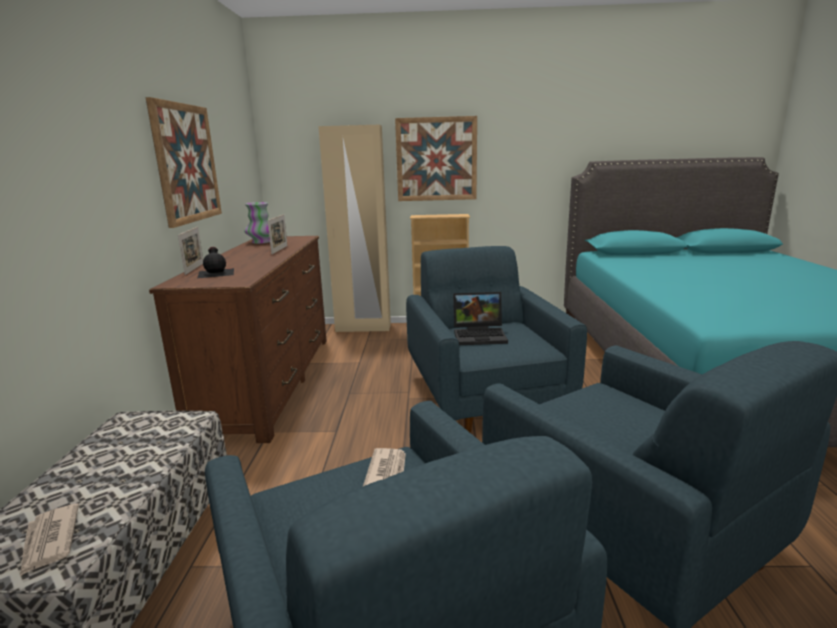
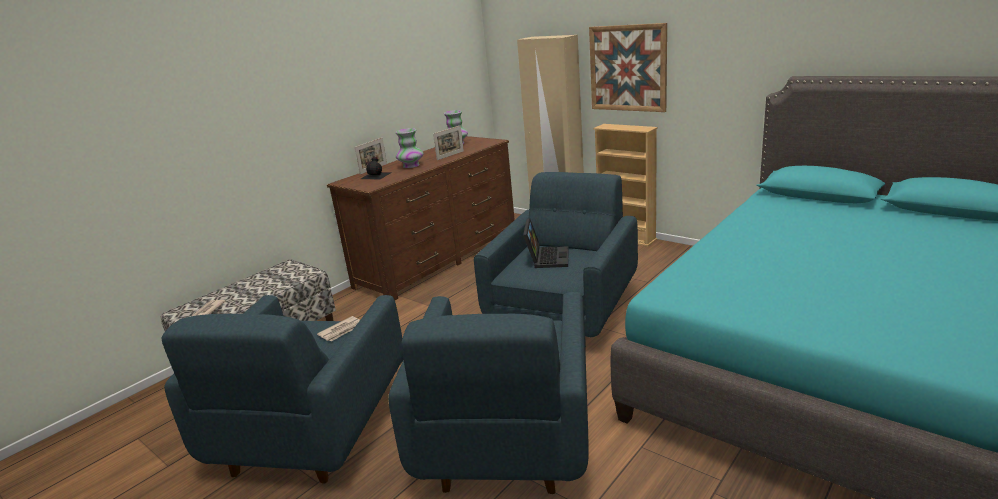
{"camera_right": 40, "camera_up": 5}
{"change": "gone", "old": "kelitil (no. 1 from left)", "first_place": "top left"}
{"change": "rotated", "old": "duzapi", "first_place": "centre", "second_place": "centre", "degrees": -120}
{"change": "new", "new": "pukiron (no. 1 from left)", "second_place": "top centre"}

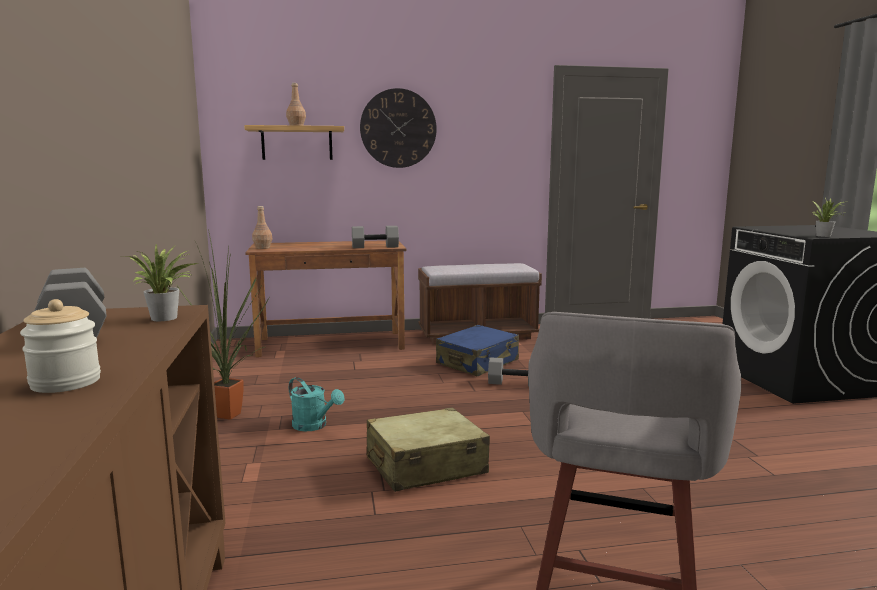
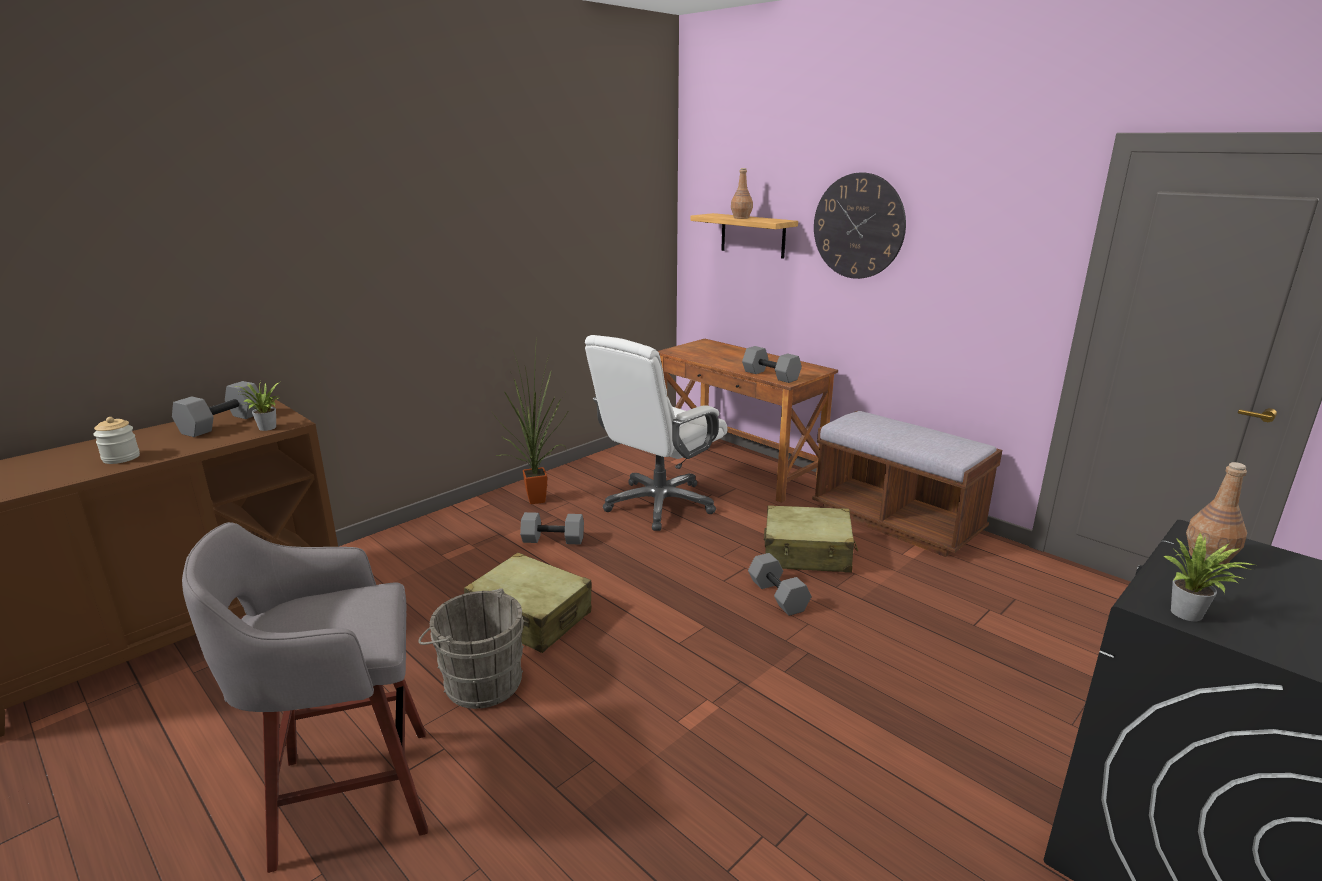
{"camera_right": 55, "camera_up": 10}
{"change": "shifted", "old": "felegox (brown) (no. 1 from left in the first image)", "new": "felegox (brown) (no. 2 from left)", "first_place": "middle left", "second_place": "middle right"}
{"change": "repainted", "old": "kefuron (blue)", "new": "kefuron (beige) (no. 2 from left)", "first_place": "centre", "second_place": "centre"}
{"change": "swapped", "old": "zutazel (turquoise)", "new": "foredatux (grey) (no. 2 from left)", "first_place": "bottom centre", "second_place": "centre"}
{"change": "new", "new": "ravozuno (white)", "second_place": "centre"}
{"change": "new", "new": "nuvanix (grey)", "second_place": "bottom centre"}

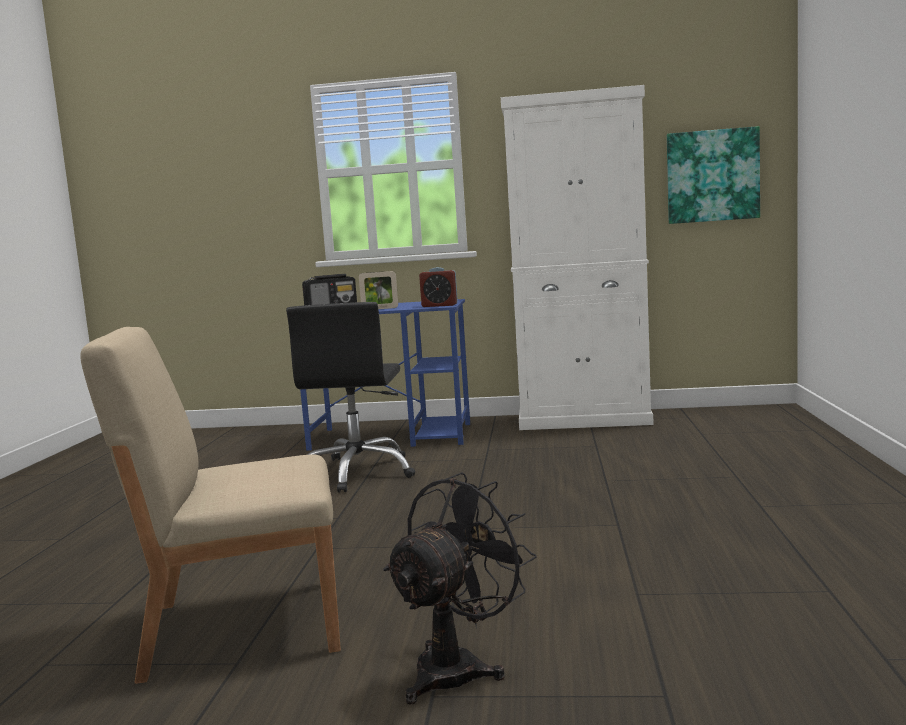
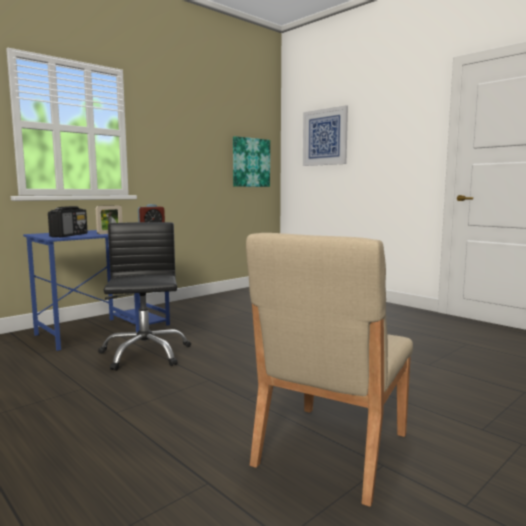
{"camera_right": -50, "camera_up": 0}
{"change": "gone", "old": "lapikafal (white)", "first_place": "centre"}
{"change": "rotated", "old": "ravozuno (black)", "first_place": "centre", "second_place": "middle left", "degrees": -150}
{"change": "gone", "old": "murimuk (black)", "first_place": "bottom centre"}
{"change": "new", "new": "kelitil (no. 2 from left)", "second_place": "top centre"}

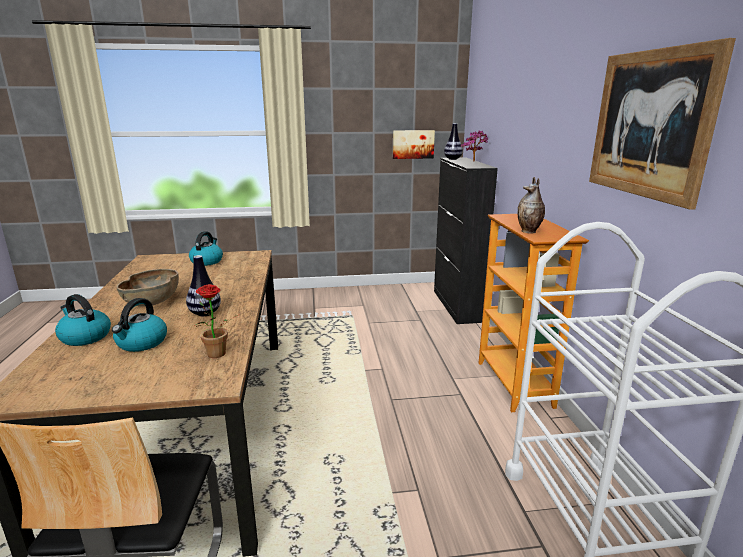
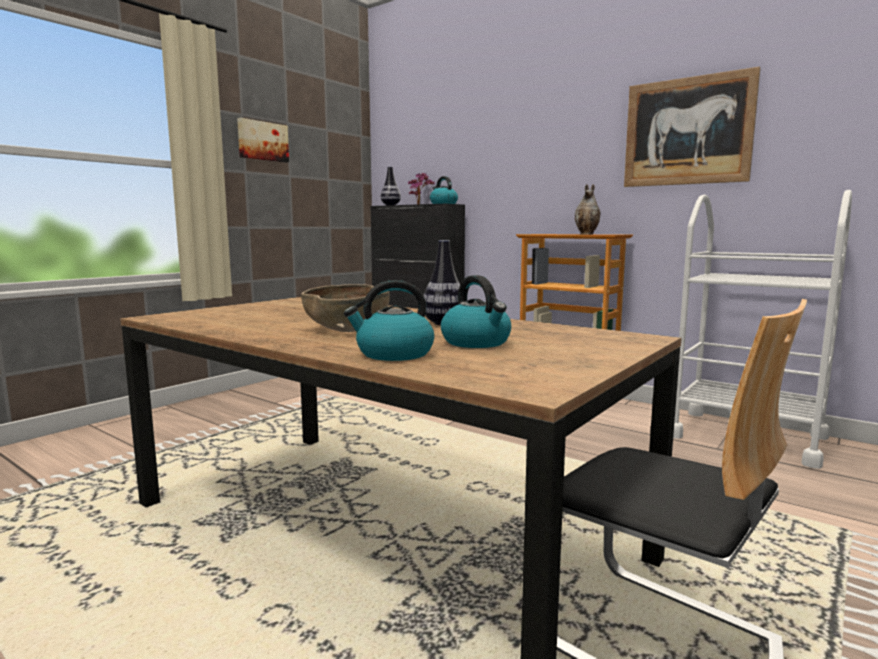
{"camera_right": -45, "camera_up": -10}
{"change": "shifted", "old": "kelitil (no. 1 from left)", "first_place": "top centre", "second_place": "top left"}
{"change": "shifted", "old": "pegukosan (no. 3 from left in the first image)", "new": "pegukosan (no. 2 from left)", "first_place": "middle left", "second_place": "top centre"}
{"change": "gone", "old": "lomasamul (no. 1 from left)", "first_place": "middle left"}

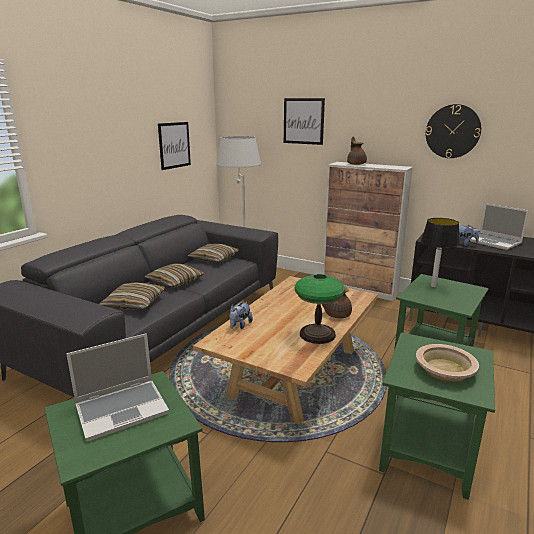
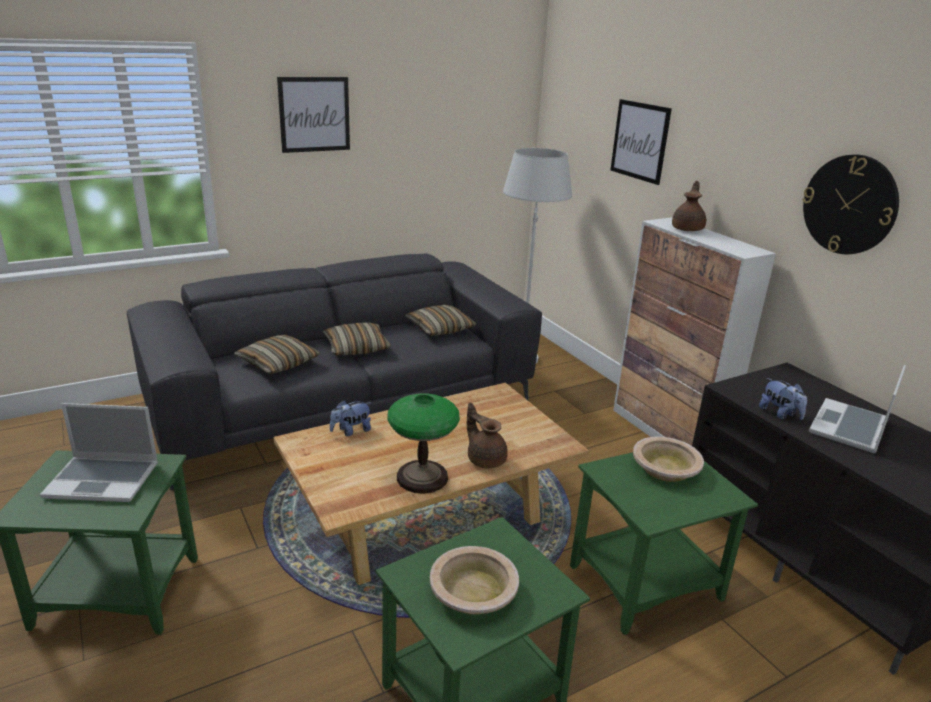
{"camera_right": 30, "camera_up": 5}
{"change": "shifted", "old": "kelitil (no. 1 from left)", "first_place": "top left", "second_place": "top centre"}
{"change": "rotated", "old": "duzapi (no. 2 from left)", "first_place": "middle right", "second_place": "middle right", "degrees": 45}
{"change": "swapped", "old": "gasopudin (no. 2 from left)", "new": "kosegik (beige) (no. 2 from left)", "first_place": "middle right", "second_place": "middle right"}

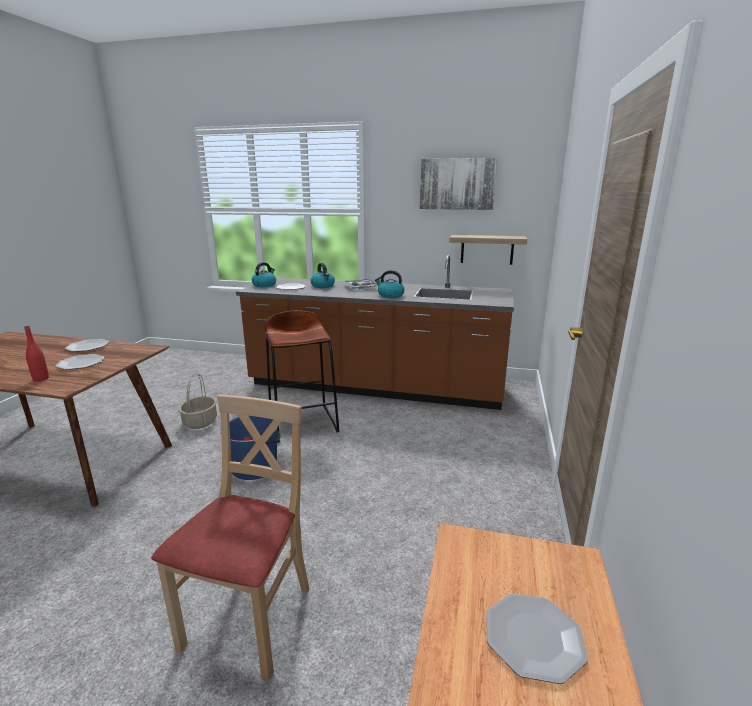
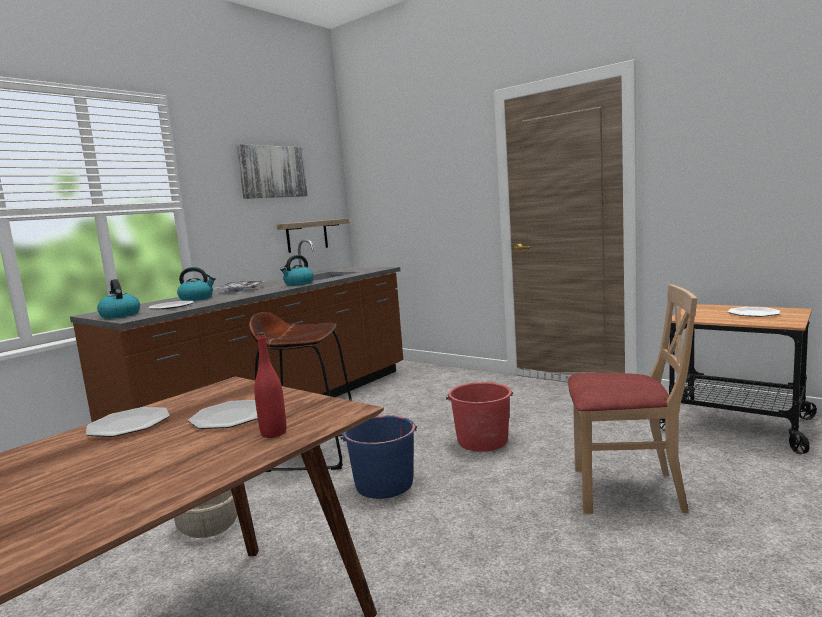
{"camera_right": -65, "camera_up": -10}
{"change": "rotated", "old": "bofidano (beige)", "first_place": "bottom left", "second_place": "middle right", "degrees": 150}
{"change": "new", "new": "nuvanix (red)", "second_place": "bottom centre"}

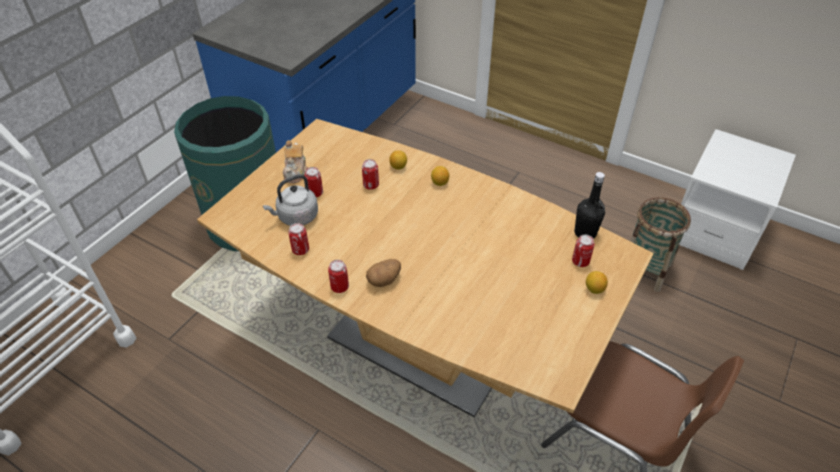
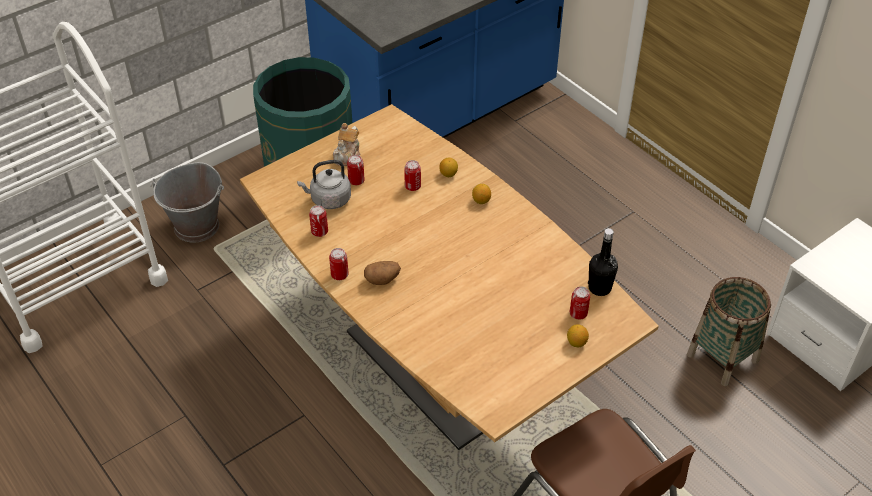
{"camera_right": 20, "camera_up": 0}
{"change": "new", "new": "nuvanix (grey)", "second_place": "middle left"}

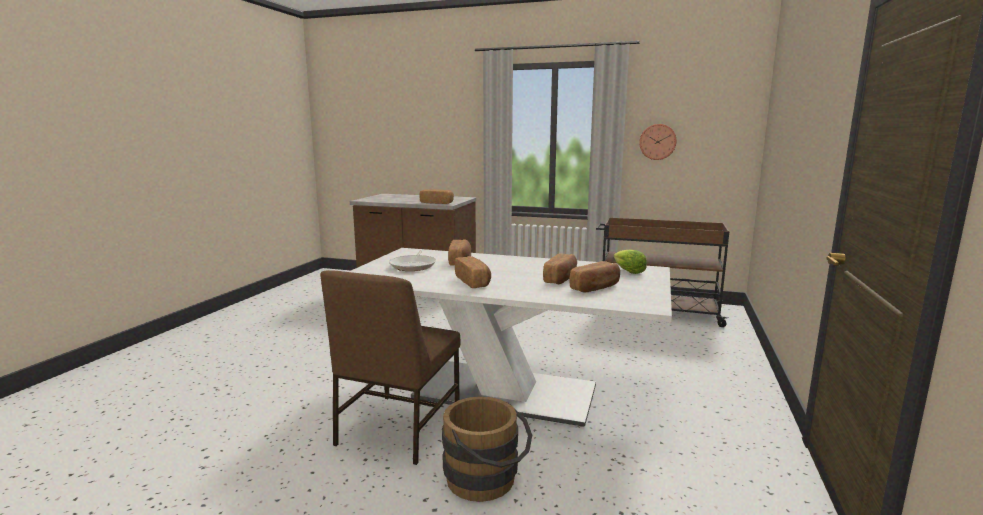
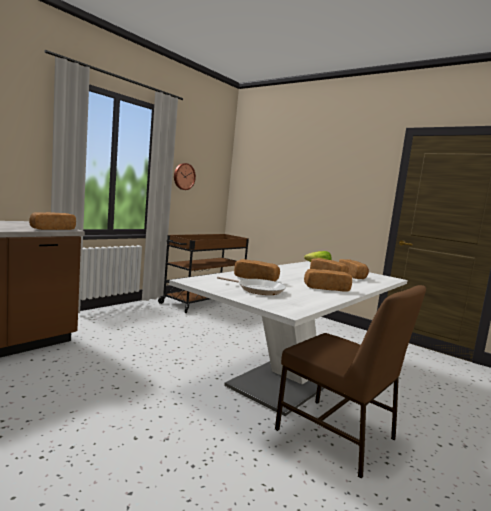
{"camera_right": -70, "camera_up": -5}
{"change": "gone", "old": "nuvanix (brown)", "first_place": "bottom centre"}

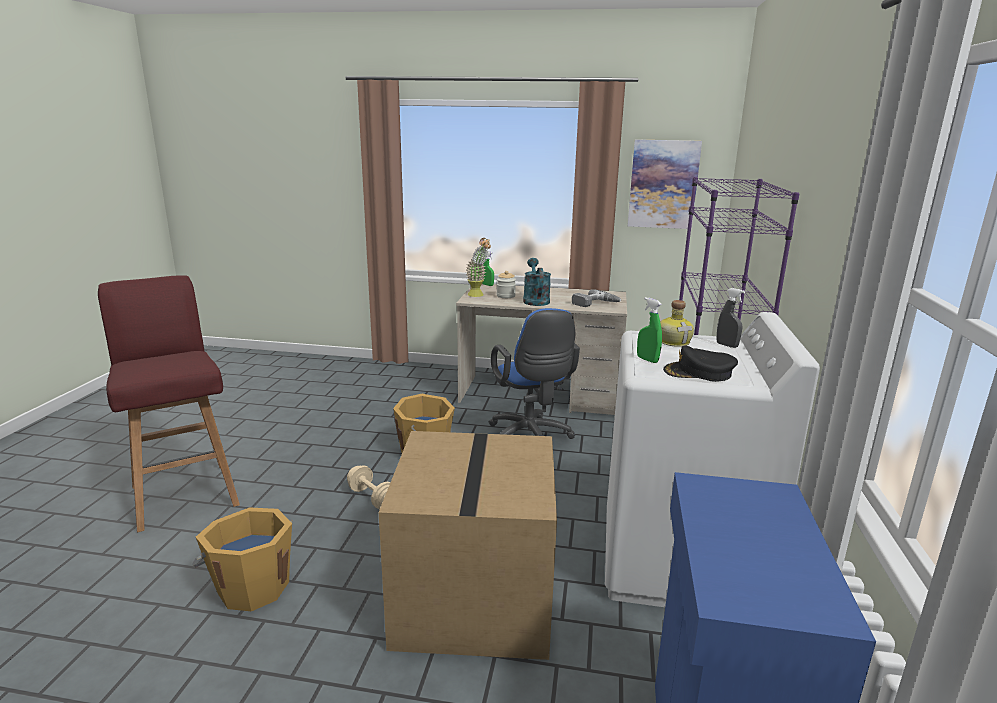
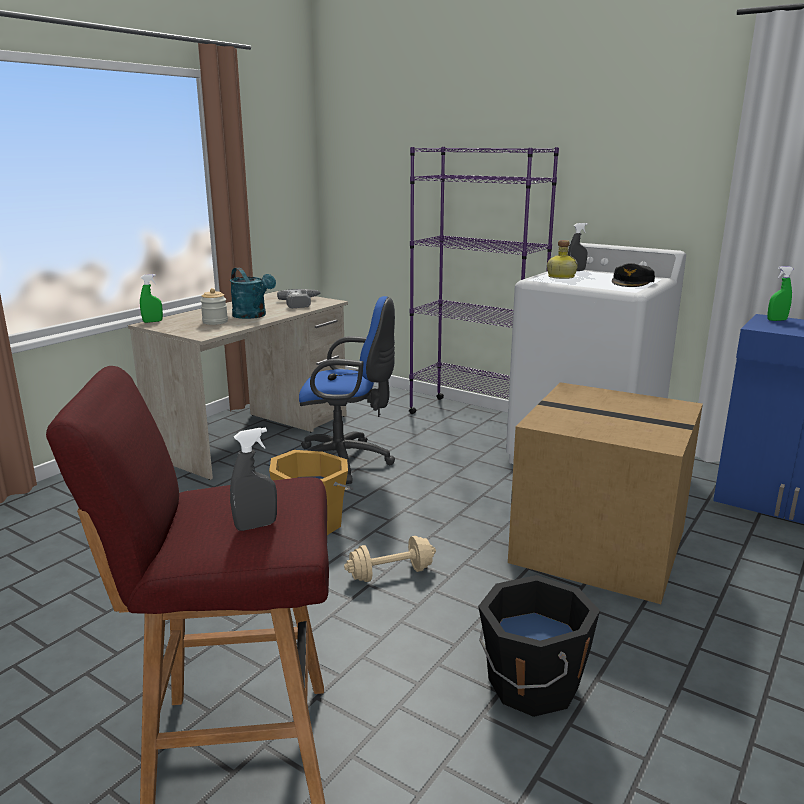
{"camera_right": -65, "camera_up": 0}
{"change": "gone", "old": "kelitil", "first_place": "top centre"}
{"change": "gone", "old": "lomasamul", "first_place": "centre"}
{"change": "rotated", "old": "zutazel (turquoise)", "first_place": "centre", "second_place": "middle left", "degrees": -150}
{"change": "shifted", "old": "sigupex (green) (no. 2 from left)", "first_place": "centre", "second_place": "middle right"}
{"change": "repainted", "old": "nuvanix (orange) (no. 1 from left)", "new": "nuvanix (black)", "first_place": "bottom left", "second_place": "bottom right"}
{"change": "new", "new": "sigupex (grey) (no. 1 from left)", "second_place": "middle left"}

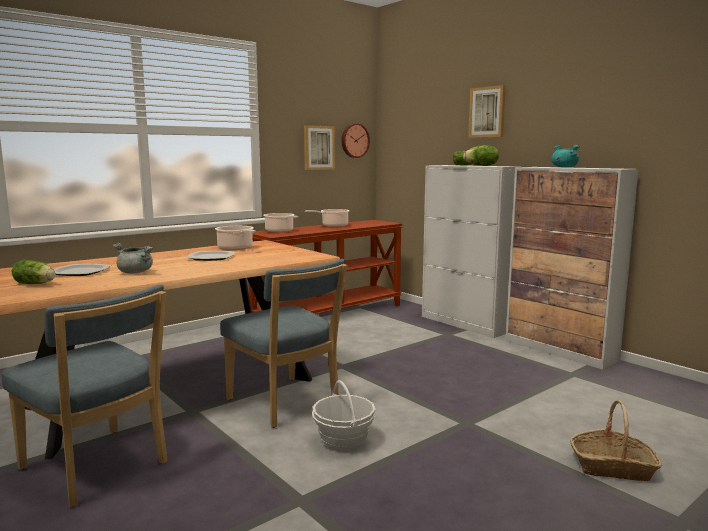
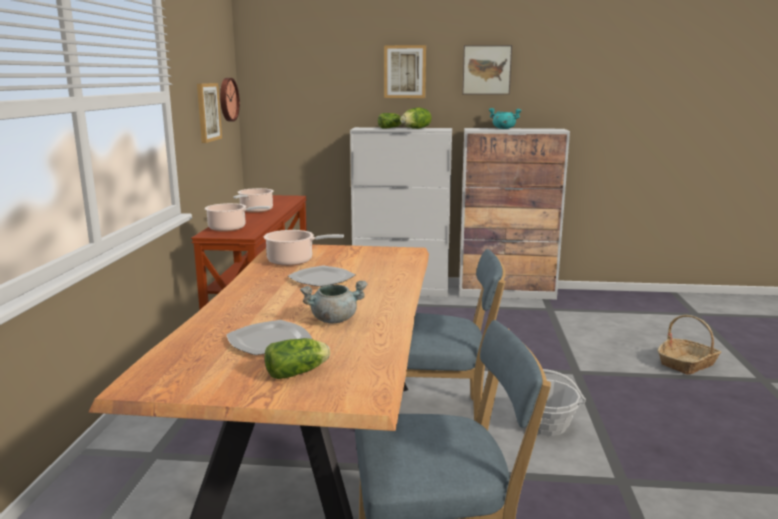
{"camera_right": -45, "camera_up": 5}
{"change": "new", "new": "kelitil (no. 3 from left)", "second_place": "top centre"}

